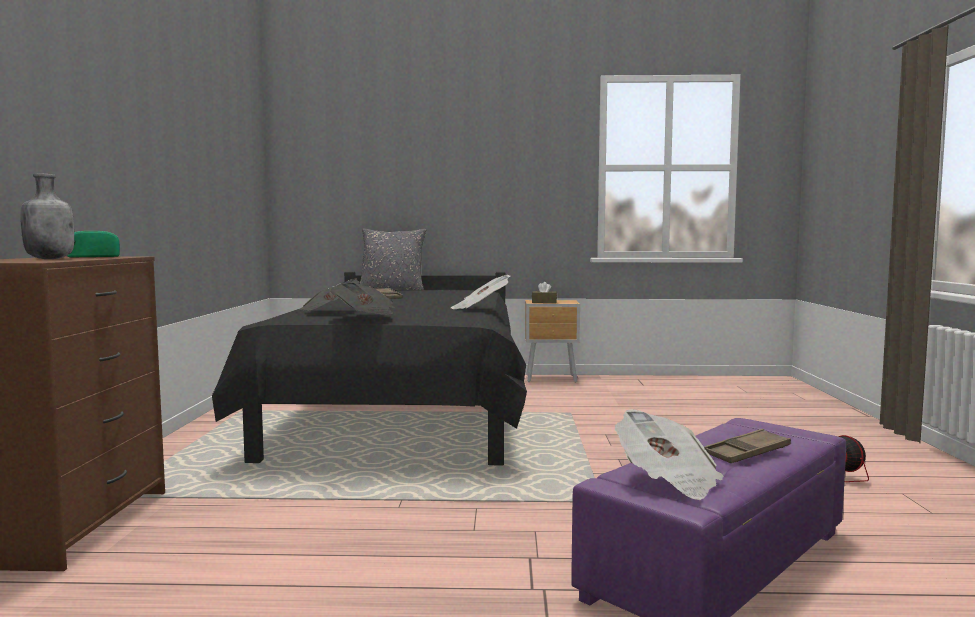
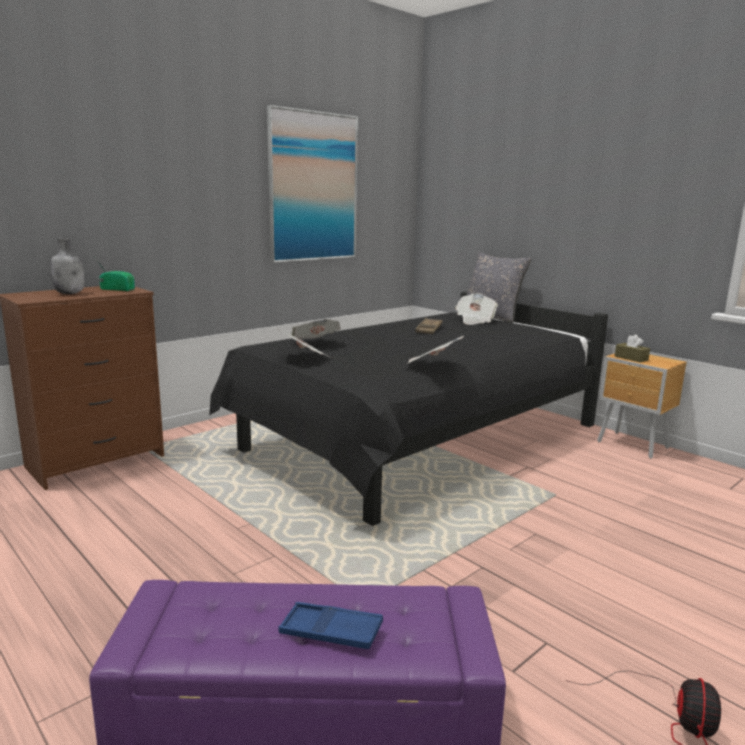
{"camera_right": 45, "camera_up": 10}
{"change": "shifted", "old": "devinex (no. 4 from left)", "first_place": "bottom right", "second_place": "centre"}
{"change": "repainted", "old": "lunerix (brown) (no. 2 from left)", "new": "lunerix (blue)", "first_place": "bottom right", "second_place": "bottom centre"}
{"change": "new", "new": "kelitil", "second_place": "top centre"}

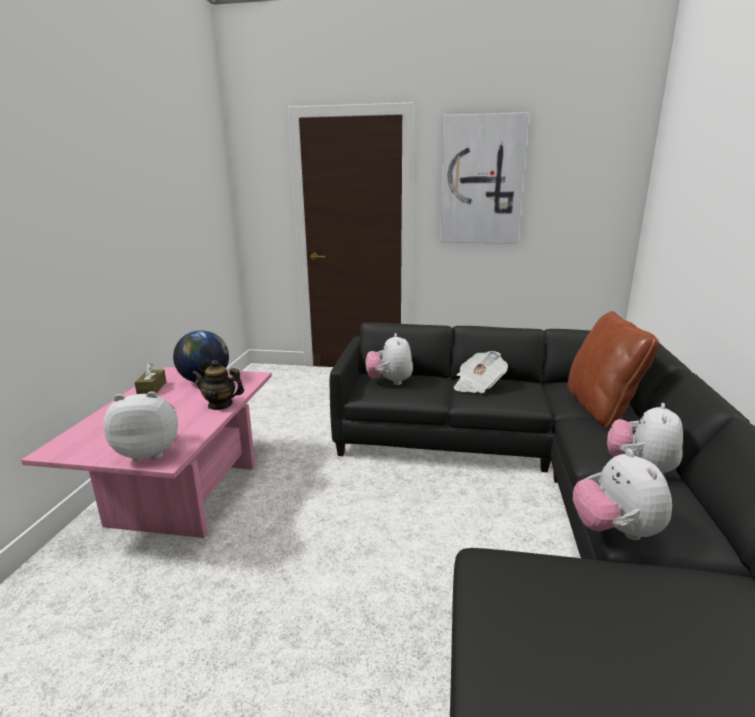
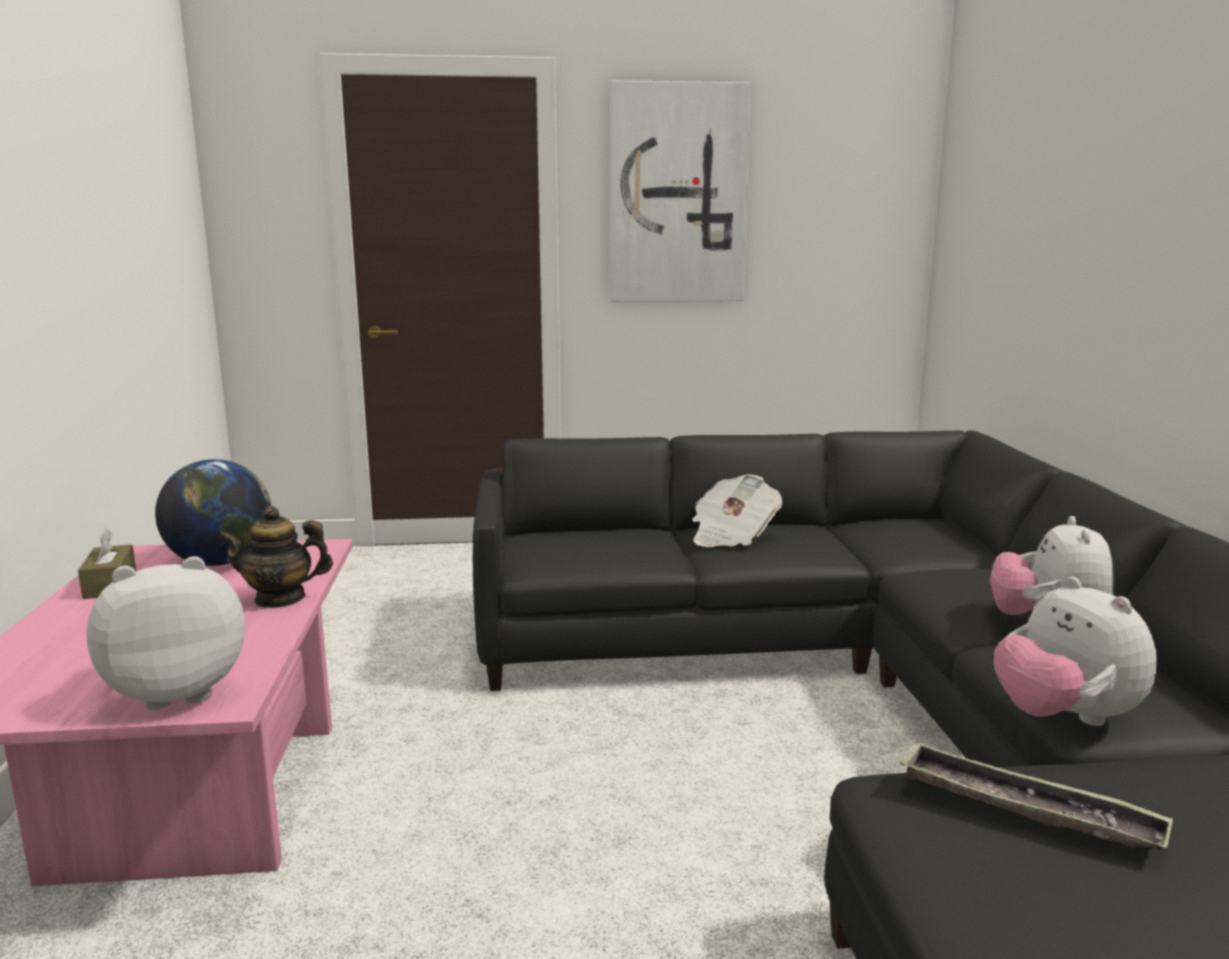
{"camera_right": -15, "camera_up": -5}
{"change": "gone", "old": "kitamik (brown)", "first_place": "middle right"}
{"change": "gone", "old": "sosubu (no. 2 from left)", "first_place": "centre"}
{"change": "new", "new": "lunerix", "second_place": "bottom right"}

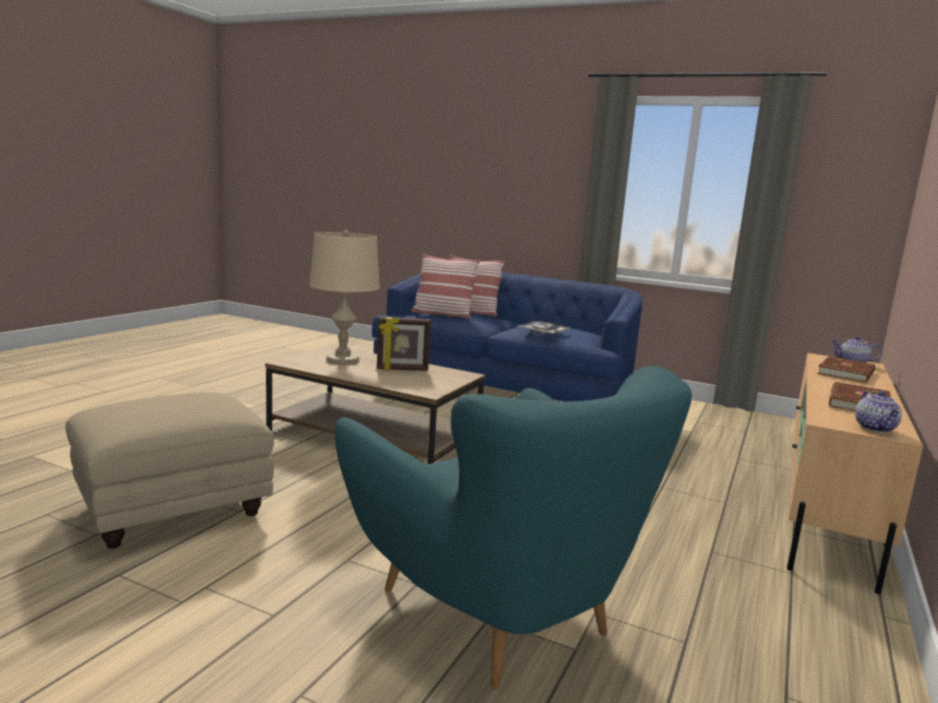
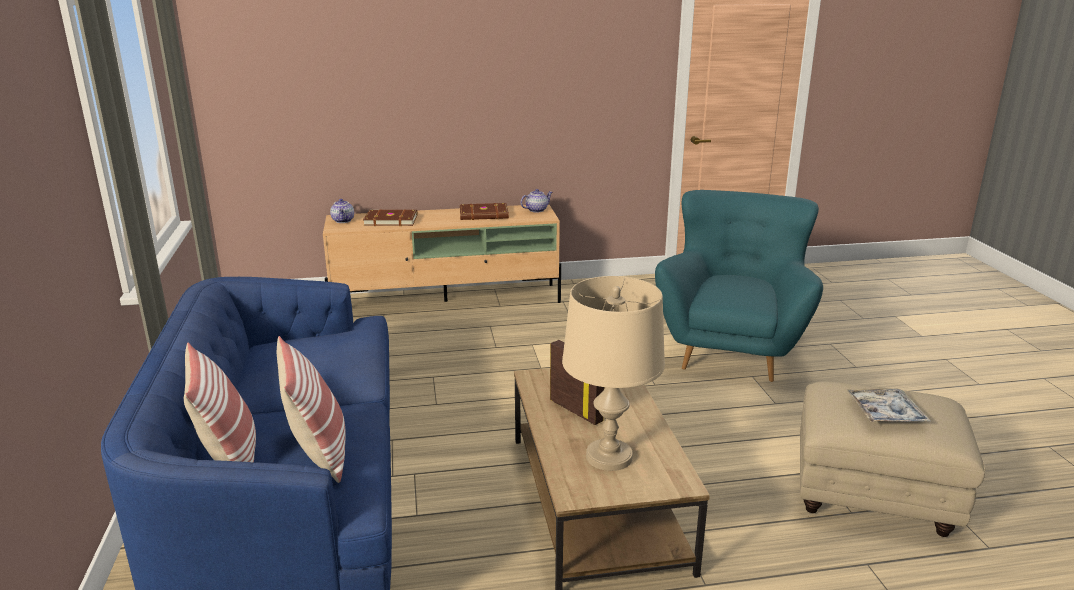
{"camera_right": -125, "camera_up": 10}
{"change": "shifted", "old": "lunerix", "first_place": "centre", "second_place": "bottom right"}

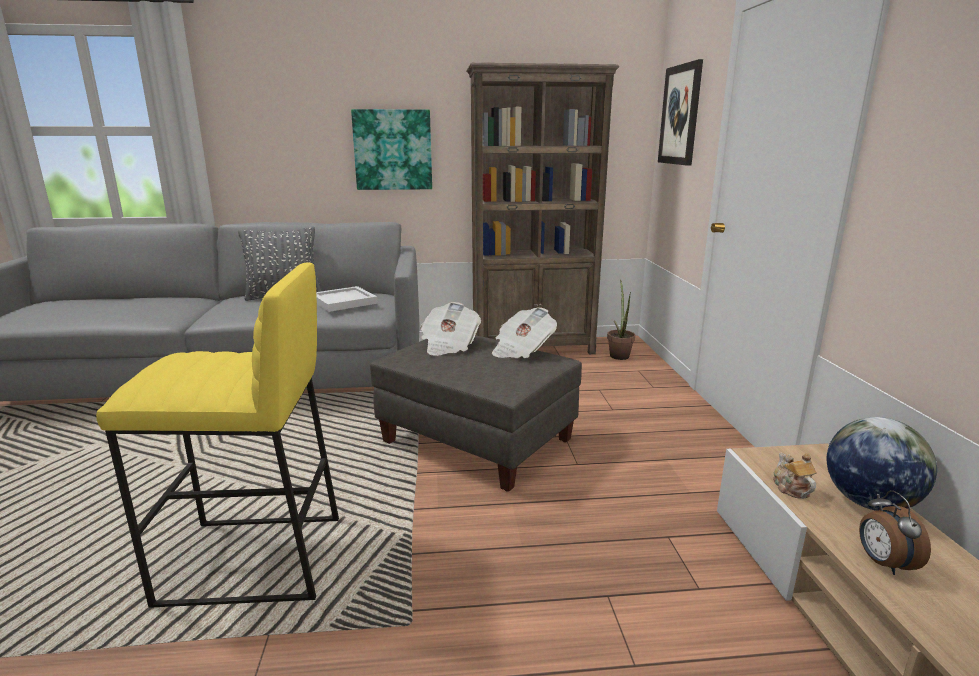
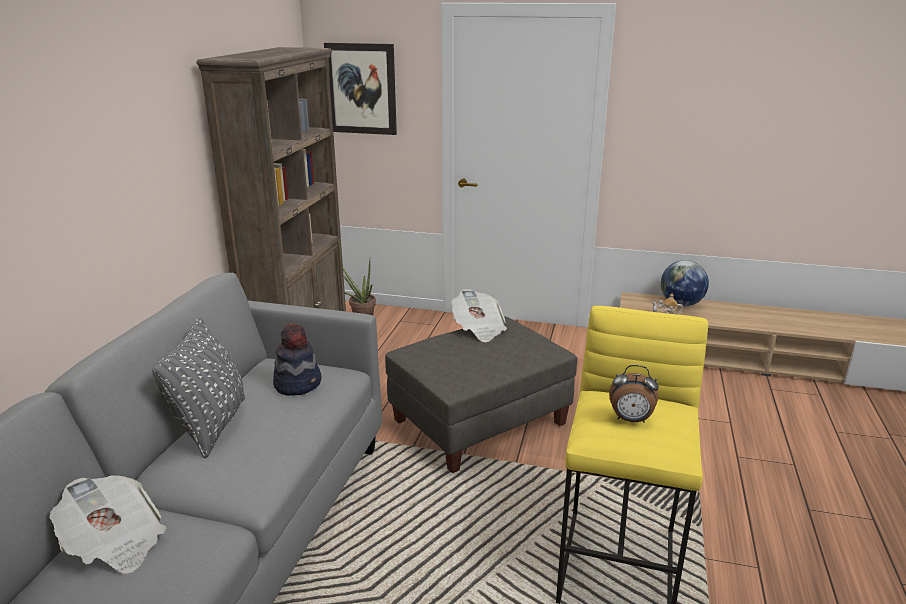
{"camera_right": -70, "camera_up": 5}
{"change": "gone", "old": "kelitil (no. 1 from left)", "first_place": "top centre"}
{"change": "swapped", "old": "lunerix (white)", "new": "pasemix", "first_place": "centre", "second_place": "middle left"}
{"change": "shifted", "old": "devinex (no. 1 from left)", "first_place": "centre", "second_place": "bottom left"}
{"change": "shifted", "old": "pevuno", "first_place": "bottom right", "second_place": "middle right"}

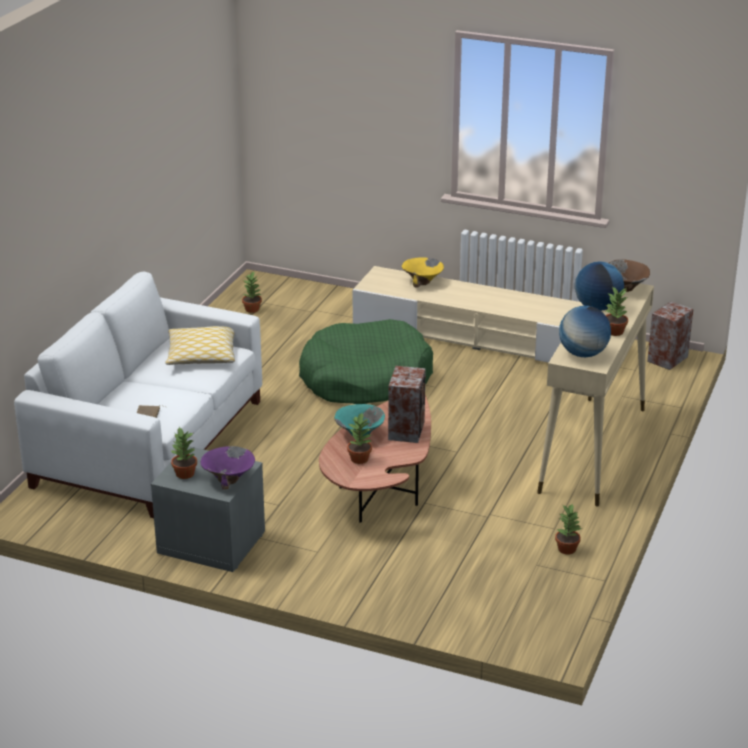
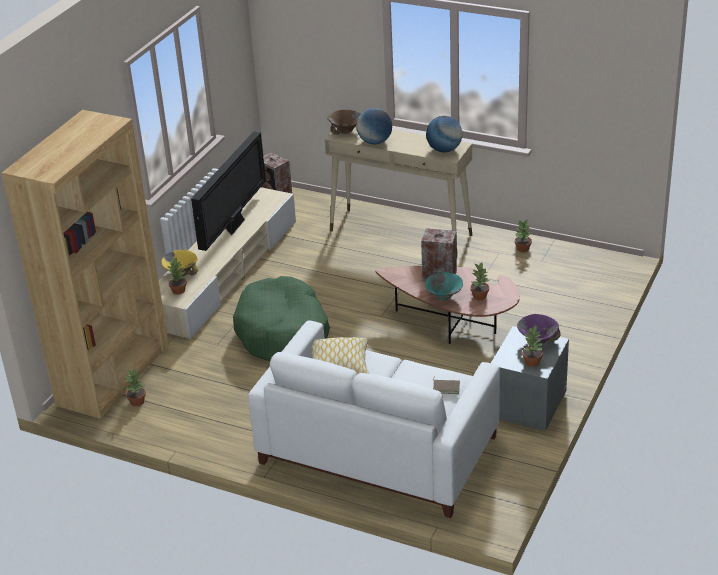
{"camera_right": -85, "camera_up": 5}
{"change": "shifted", "old": "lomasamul (no. 5 from left in the first image)", "new": "lomasamul (no. 2 from left)", "first_place": "middle right", "second_place": "middle left"}
{"change": "new", "new": "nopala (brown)", "second_place": "middle left"}
{"change": "new", "new": "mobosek", "second_place": "top left"}

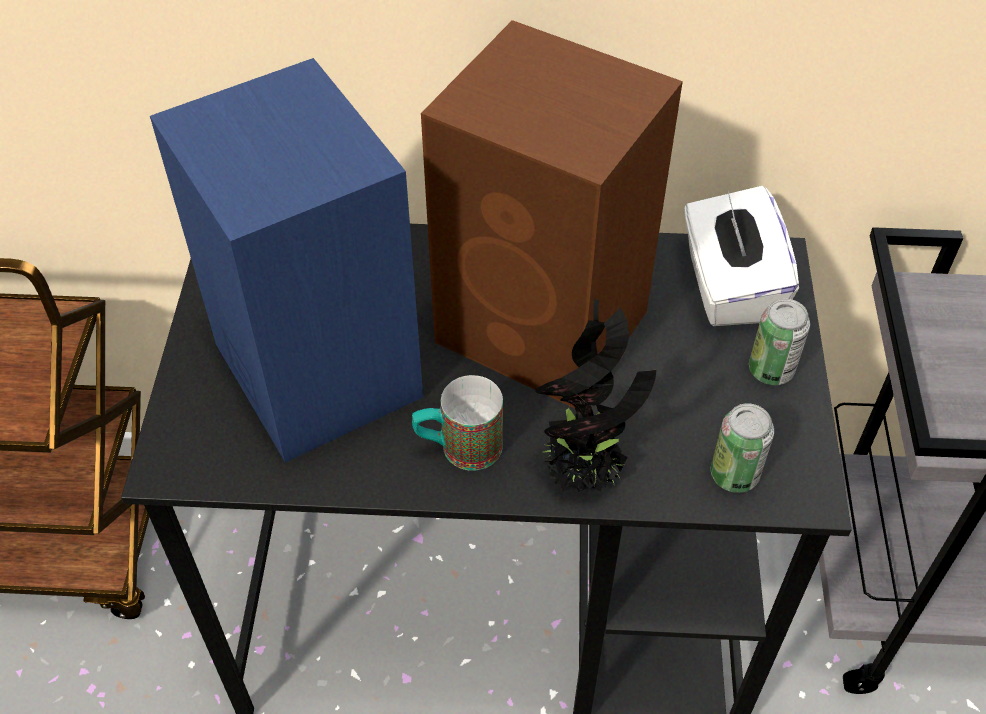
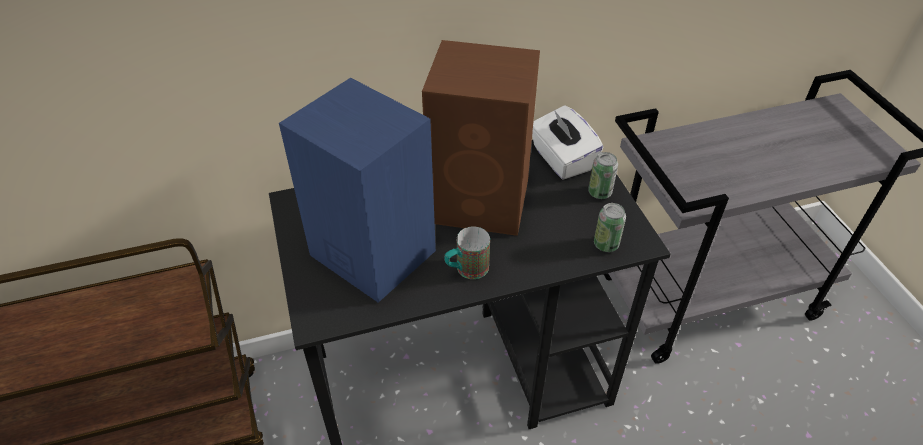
{"camera_right": -20, "camera_up": -5}
{"change": "gone", "old": "lomasamul", "first_place": "centre"}

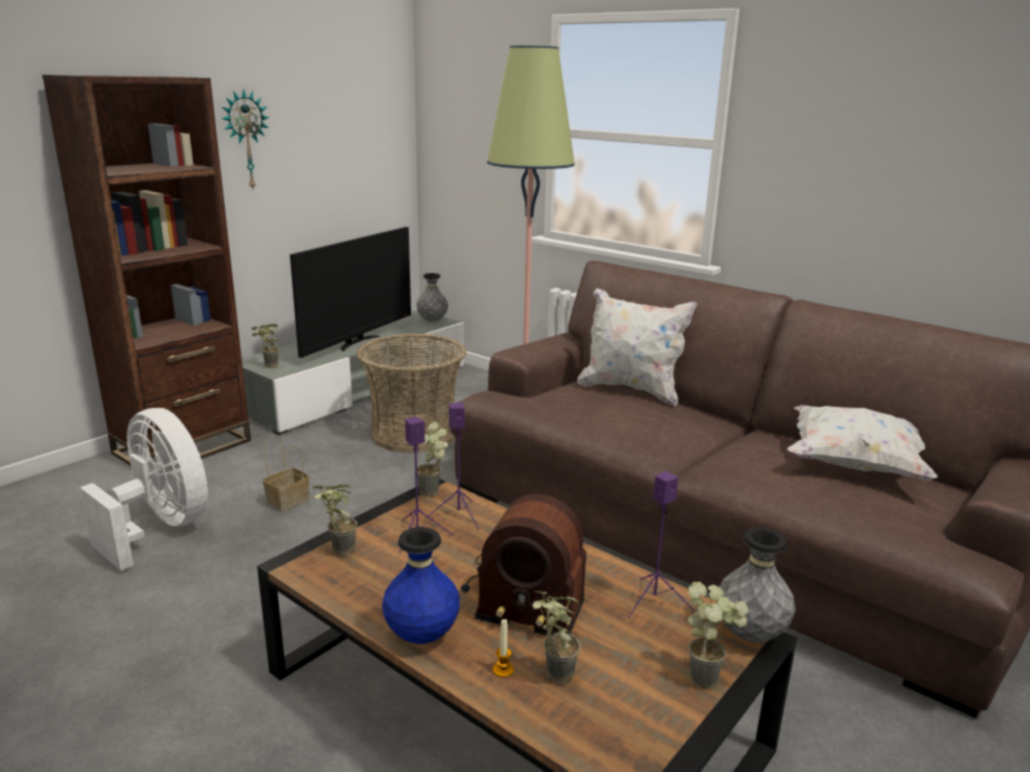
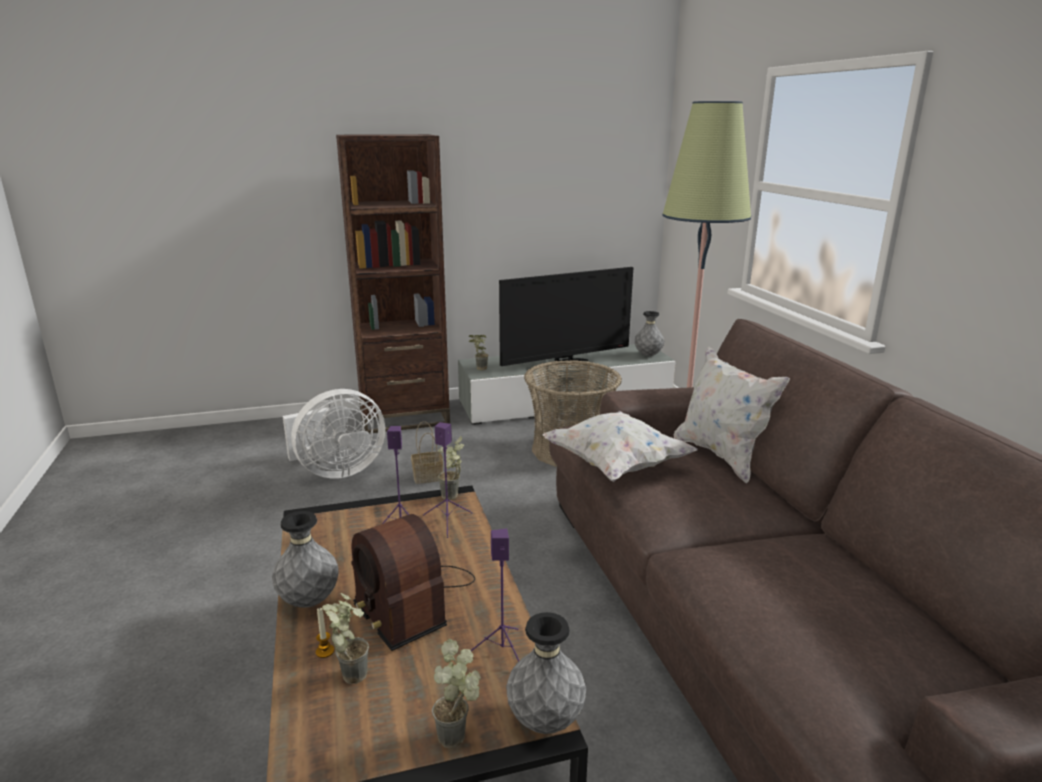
{"camera_right": 35, "camera_up": 0}
{"change": "gone", "old": "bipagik", "first_place": "top left"}
{"change": "shifted", "old": "kitamik (white) (no. 2 from left in the first image)", "new": "kitamik (white) (no. 1 from left)", "first_place": "middle right", "second_place": "centre"}
{"change": "rotated", "old": "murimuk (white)", "first_place": "middle left", "second_place": "middle left", "degrees": 75}
{"change": "gone", "old": "lomasamul (no. 2 from left)", "first_place": "bottom left"}
{"change": "repainted", "old": "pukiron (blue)", "new": "pukiron (grey) (no. 1 from left)", "first_place": "bottom centre", "second_place": "bottom left"}

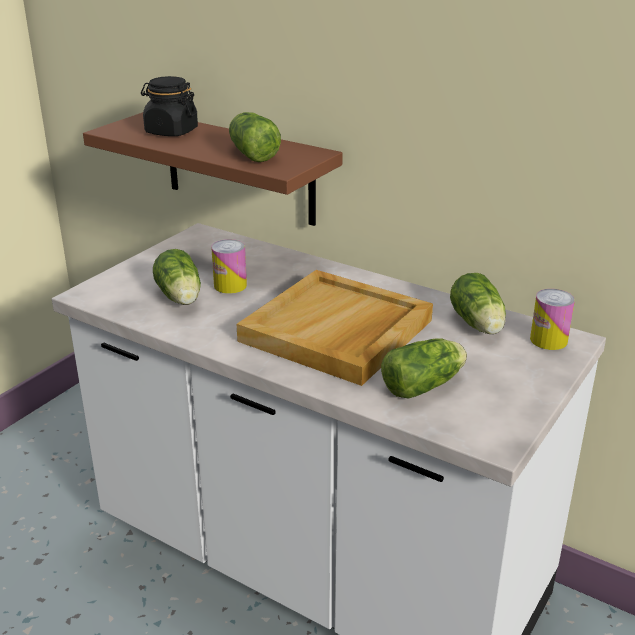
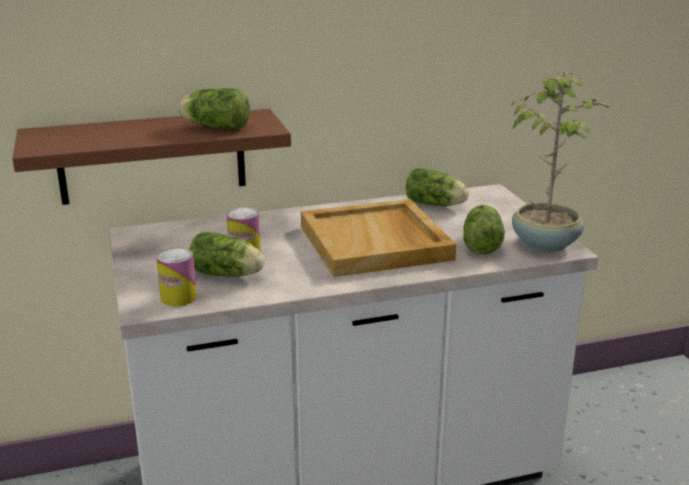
{"camera_right": -50, "camera_up": -5}
{"change": "gone", "old": "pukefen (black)", "first_place": "top left"}
{"change": "shifted", "old": "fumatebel (no. 2 from left in the first image)", "new": "fumatebel (no. 1 from left)", "first_place": "middle right", "second_place": "middle left"}
{"change": "new", "new": "lomasamul", "second_place": "top right"}

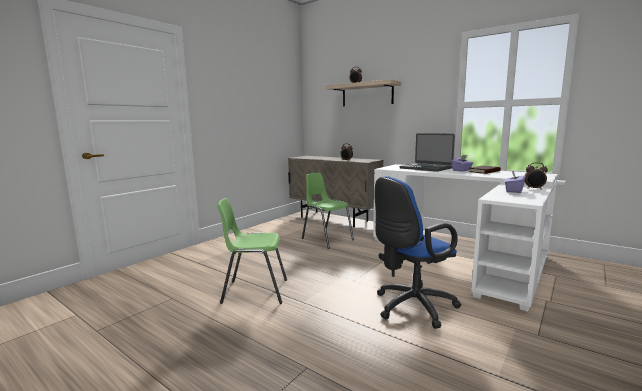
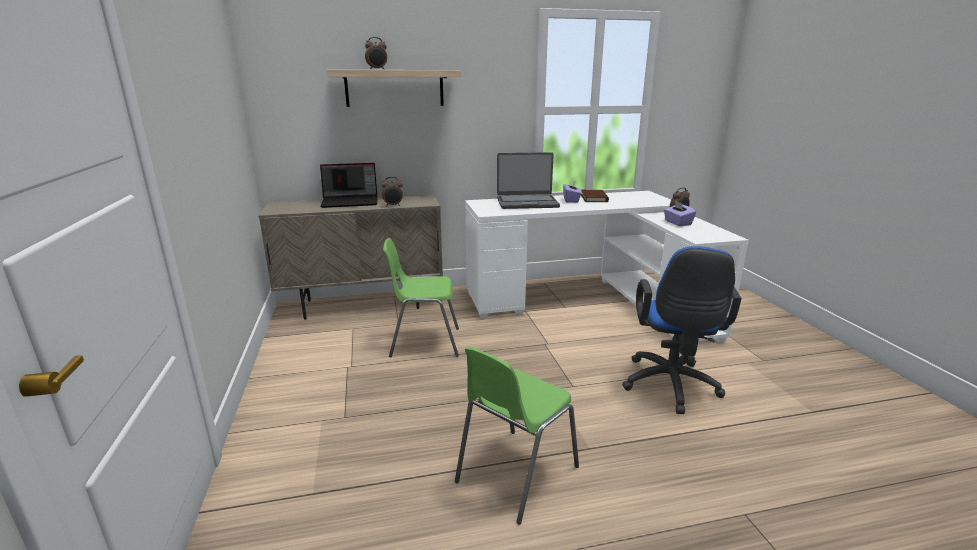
{"camera_right": -50, "camera_up": 10}
{"change": "new", "new": "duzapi (no. 1 from left)", "second_place": "centre"}

